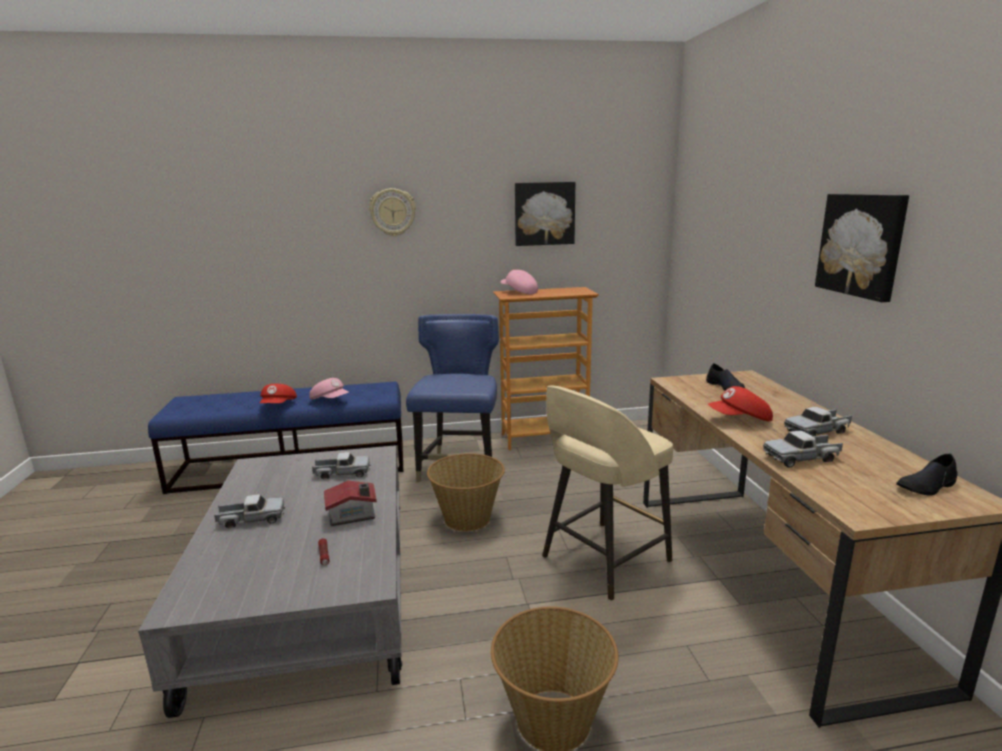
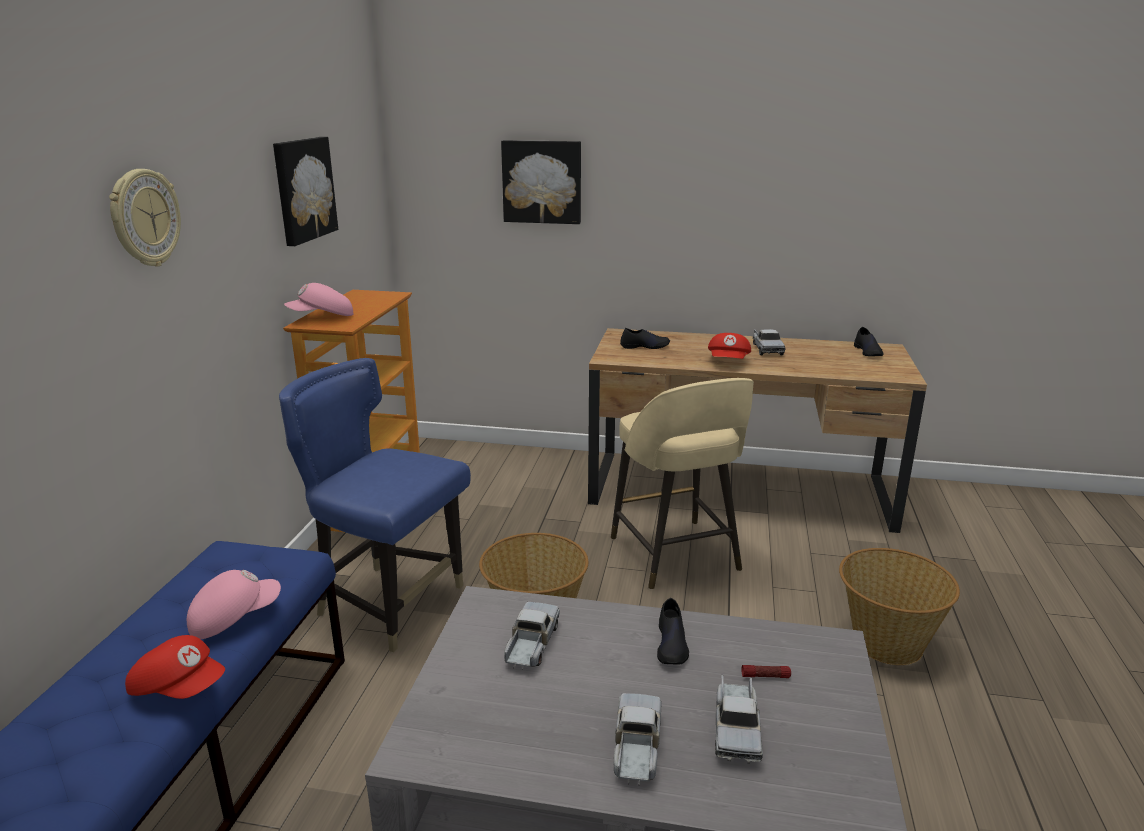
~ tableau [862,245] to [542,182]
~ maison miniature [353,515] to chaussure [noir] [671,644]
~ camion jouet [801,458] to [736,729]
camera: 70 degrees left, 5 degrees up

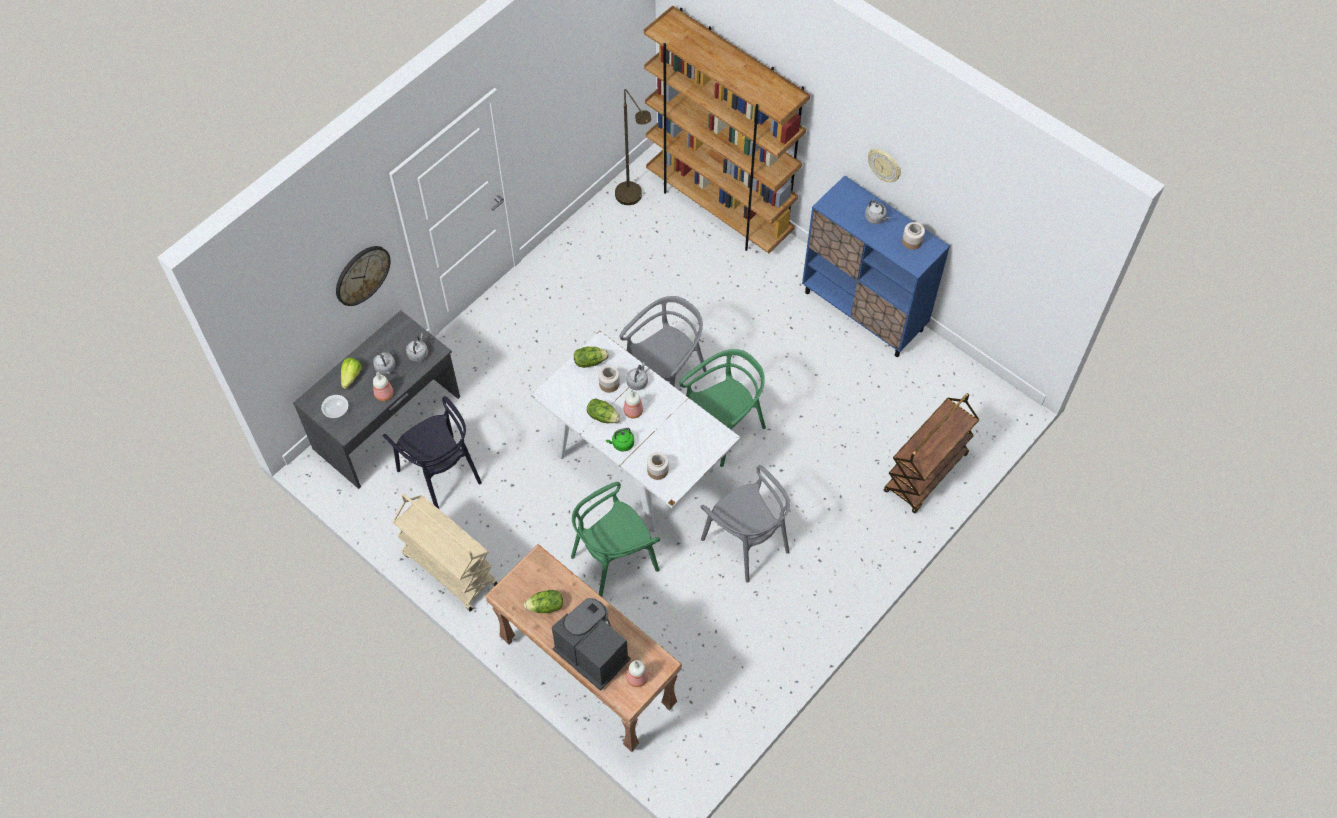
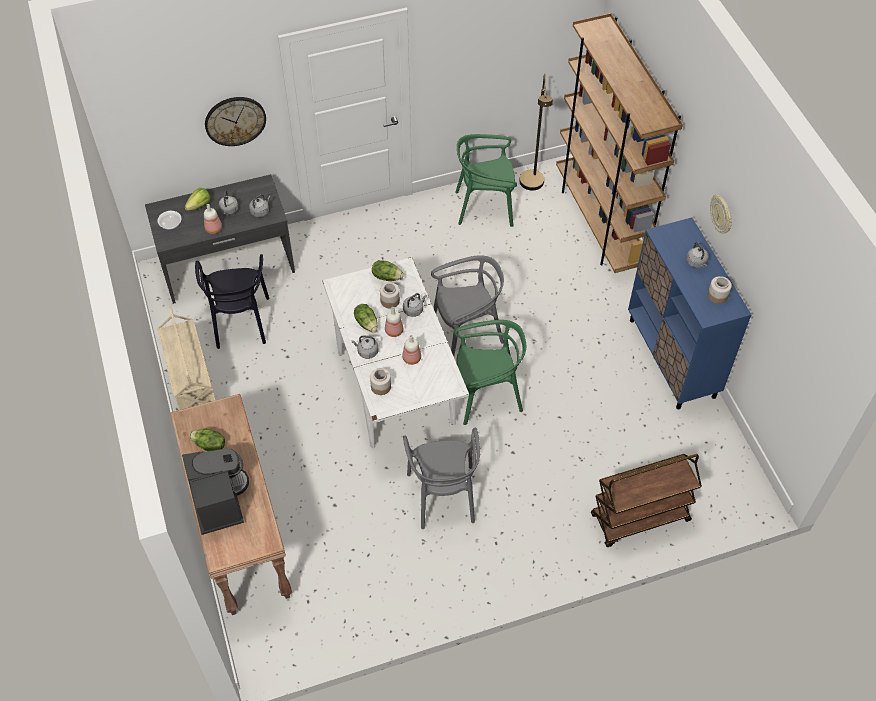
~ bouilloire [vert] [621,444] to bouilloire [gris] [366,351]
~ bouteille [636,678] to [411,358]
~ chaise [vert] [614,560] to [485,207]
camera: 30 degrees right, 5 degrees down

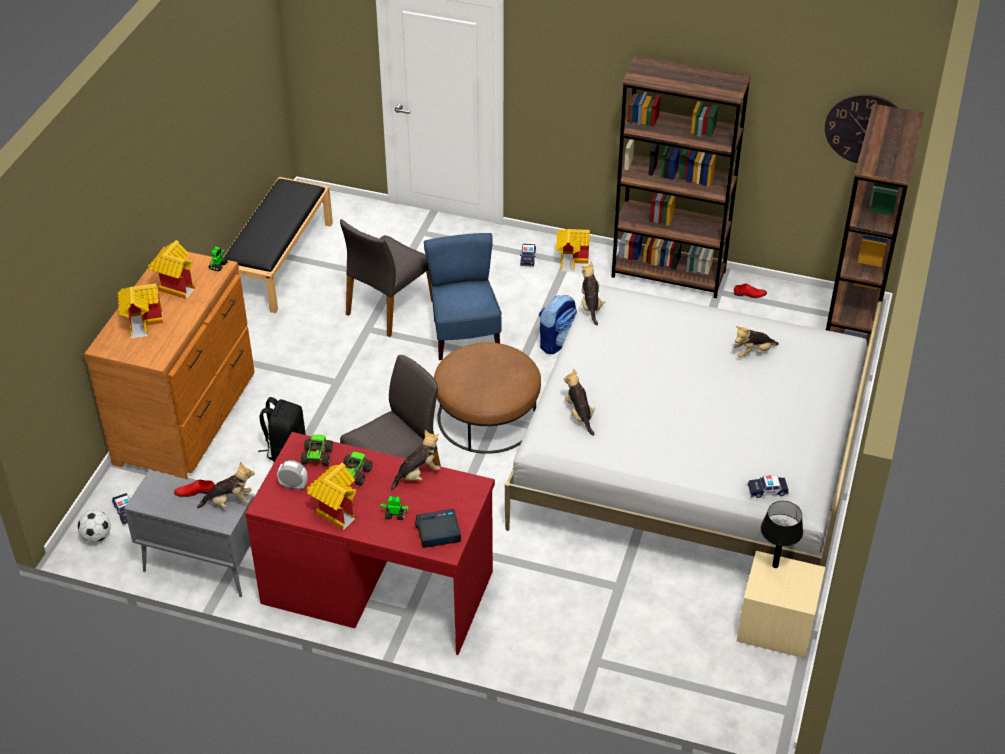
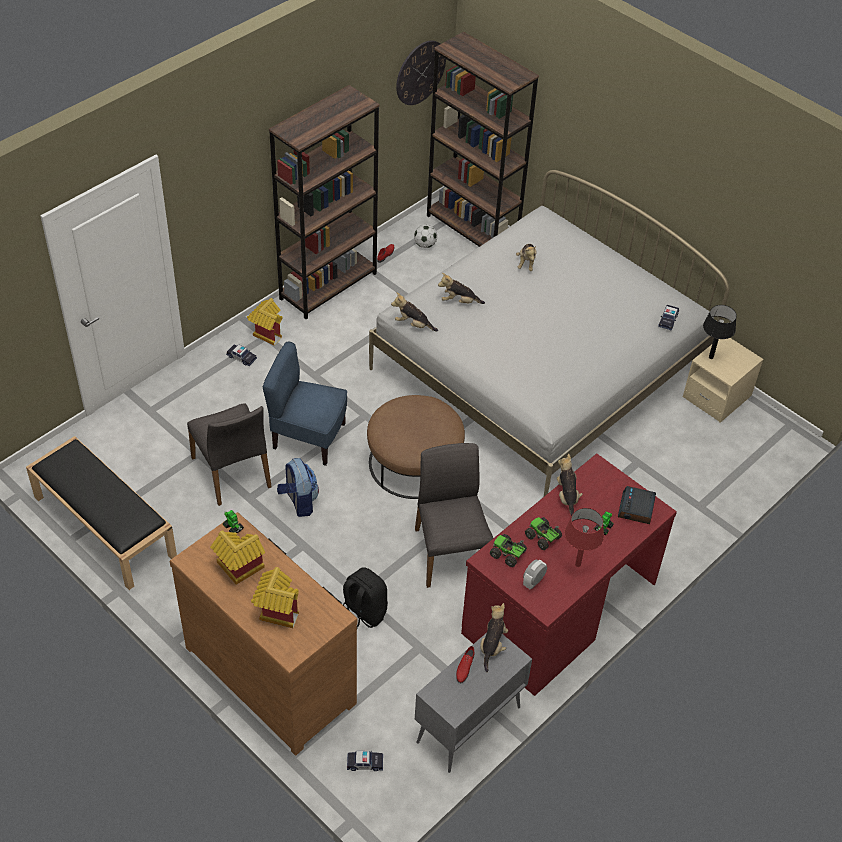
~ sac à dos [557,342] to [299,502]
~ ballon de foot [97,536] to [425,245]
~ peluche [579,415] to [459,301]
~ maison miniature [335,510] to lampe de table [rouge] [577,564]
camera: 65 degrees left, 5 degrees up

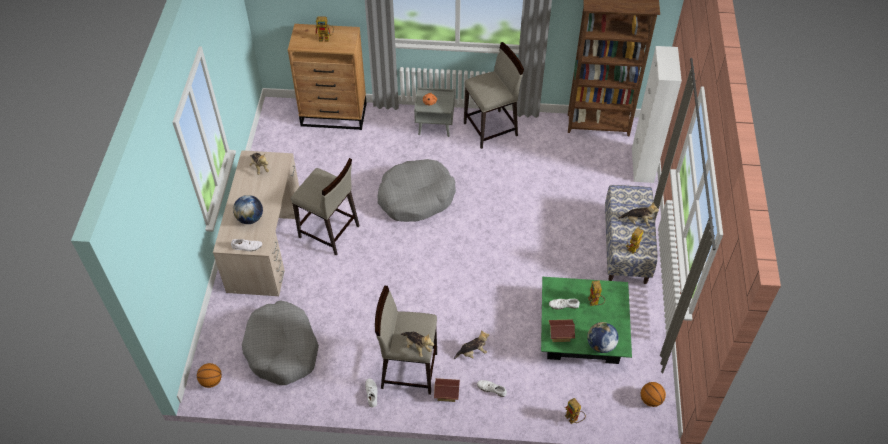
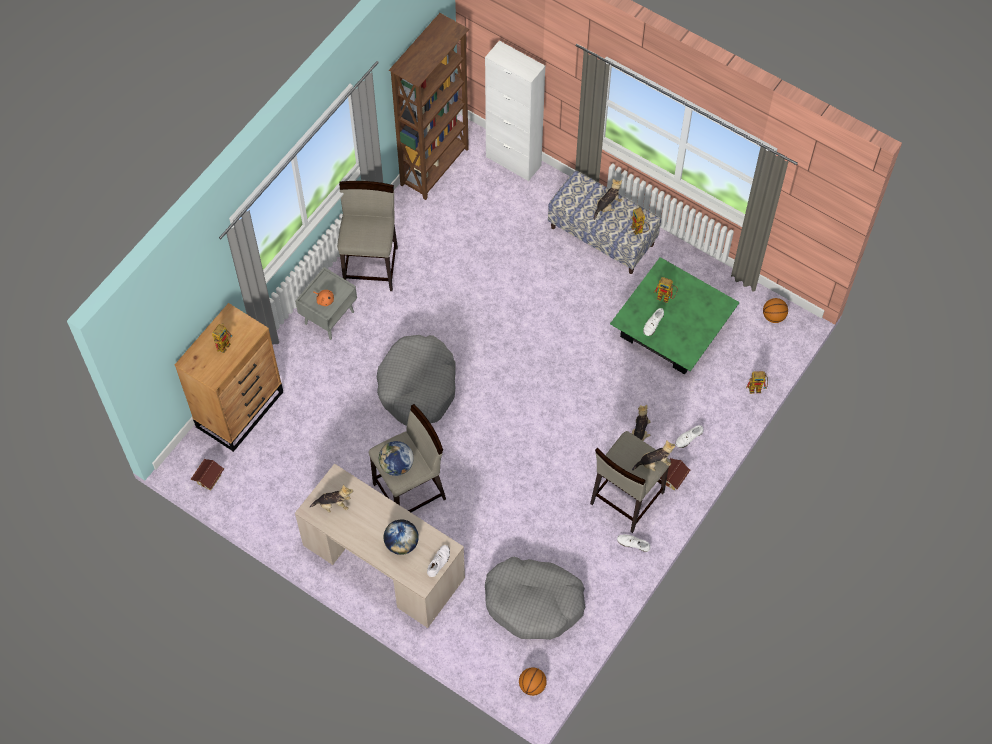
~ maison miniature [560,336] to [209,479]
~ globe [600,345] to [396,465]
camera: 60 degrees left, 10 degrees up

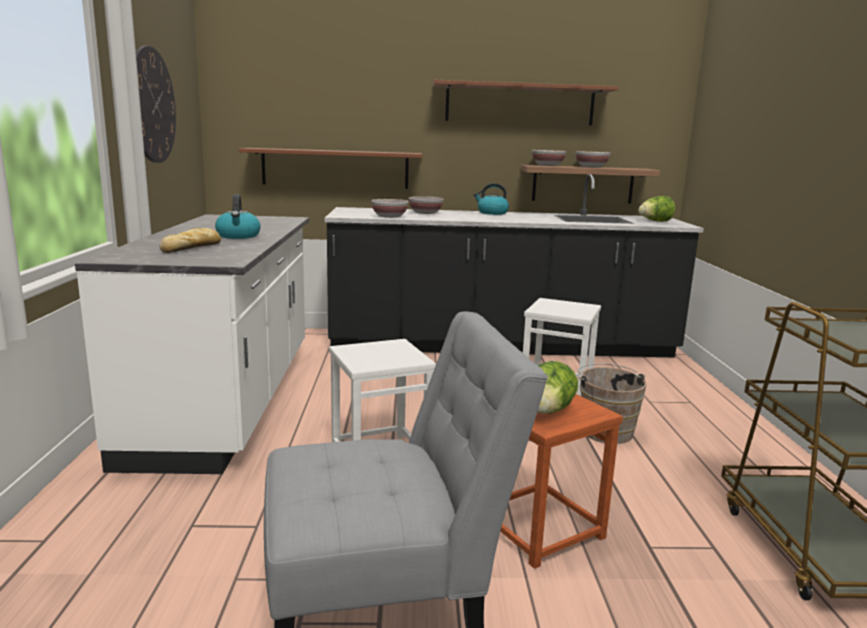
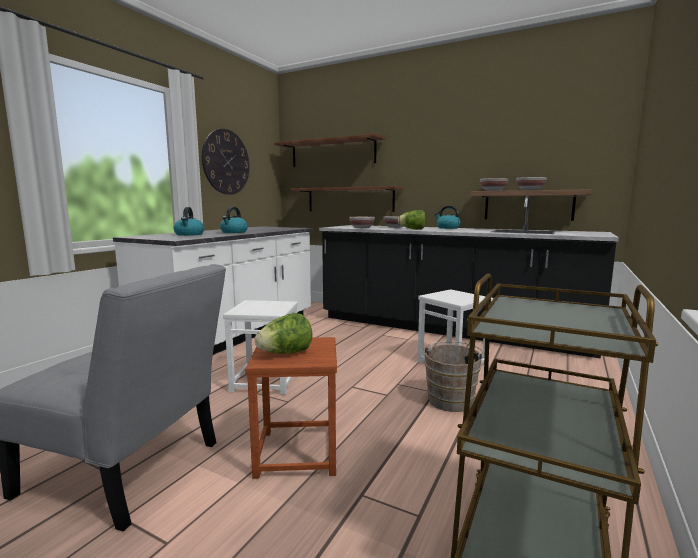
~ pain [192,247] to bouilloire [189,234]
~ étagère [marron] [519,104] to [332,153]
~ laitue [655,221] to [412,229]
camera: 30 degrees right, 5 degrees down

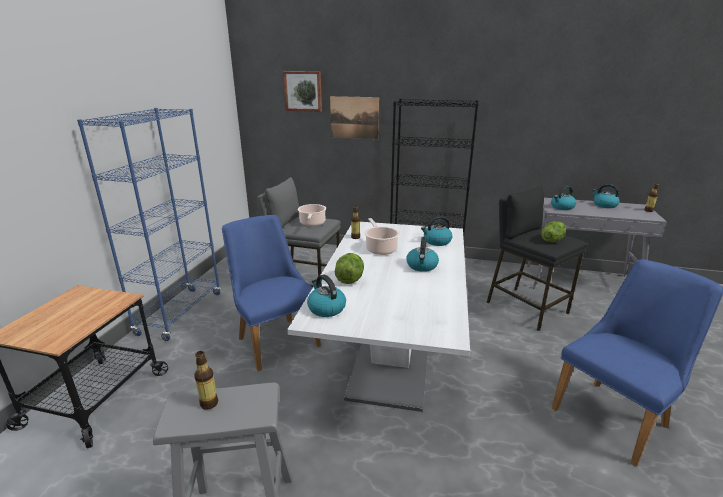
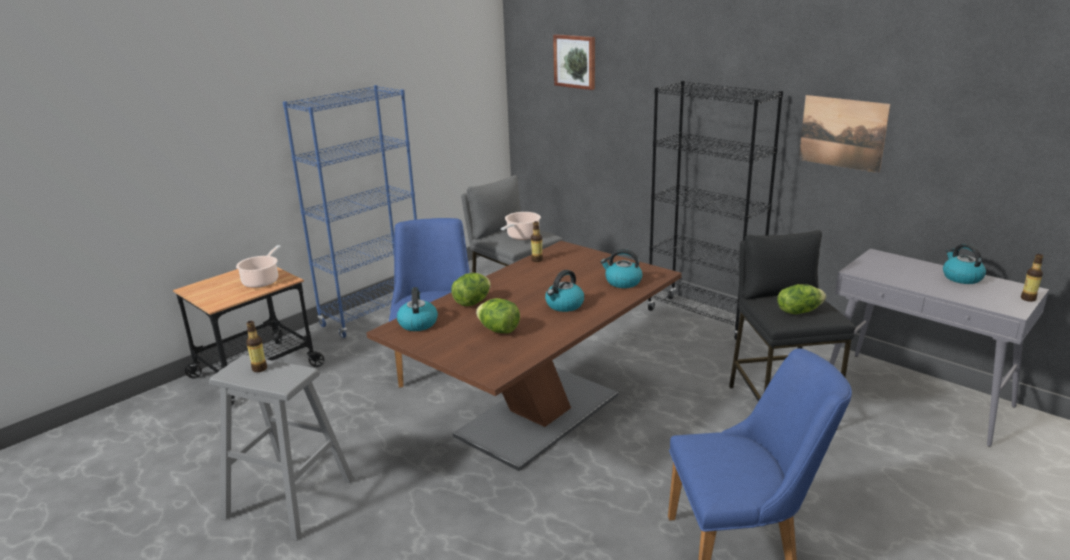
~ marmite [380,248] to [262,281]
~ table à manger [blanc] [391,360] to table à manger [marron] [538,415]
+ laitue [499,330]
~ tableau [354,117] to [842,133]
- bouilloire [562,207]
camera: 30 degrees right, 0 degrees up

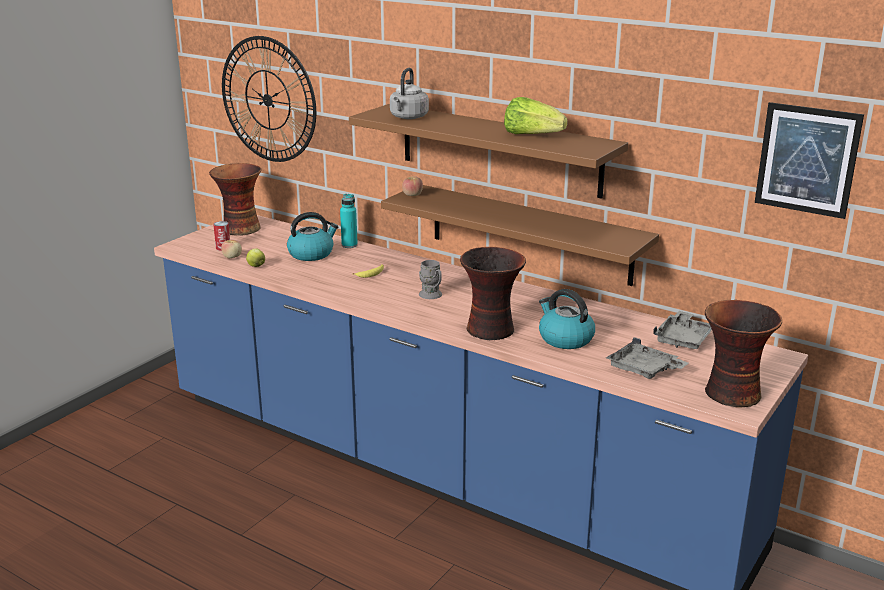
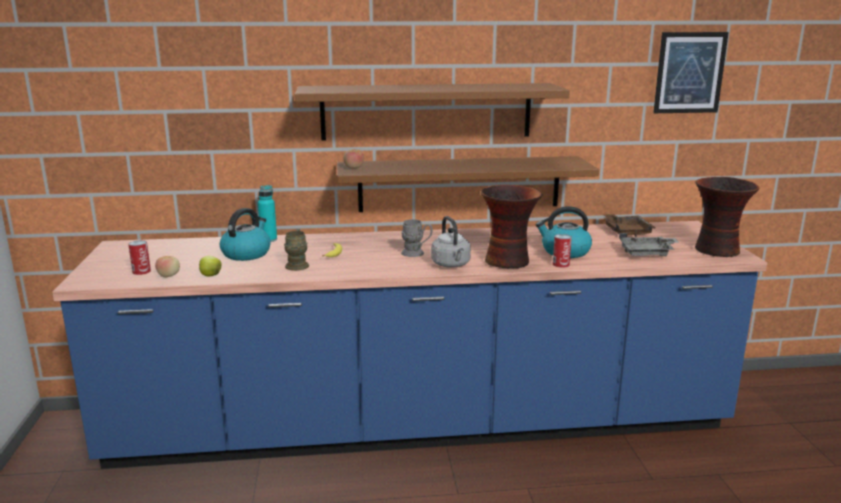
+ mug [marron] [297,264]
~ bouilloire [gris] [408,117] to [451,265]
+ boîte métallique [561,264]
~ plateau [gris] [683,339] to plateau [marron] [626,231]
- vase [240,229]
- horloge murale [268,100]
- laitue [531,135]
camera: 40 degrees left, 5 degrees down

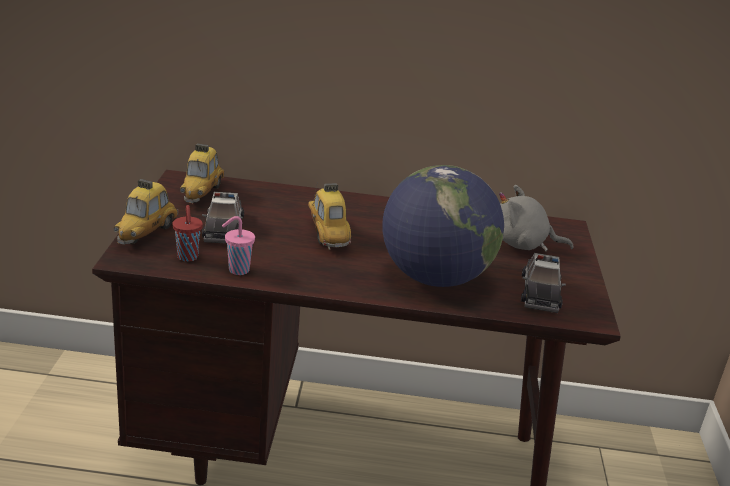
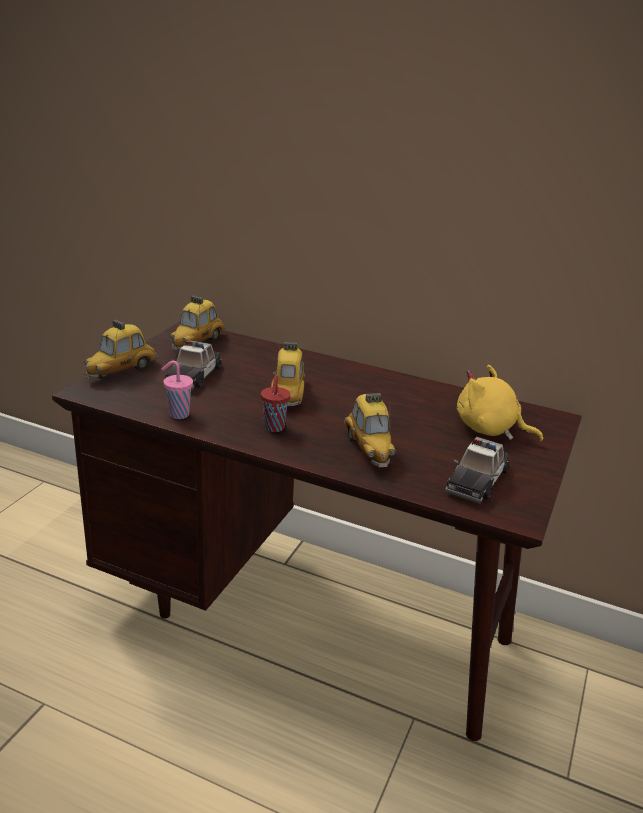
~ tasse [rouge] [187,257] to [274,428]
~ globe [434,278] to petite voiture [368,449]
~ peluche [gris] [522,244] to peluche [jaune] [490,429]
camera: 20 degrees right, 0 degrees up

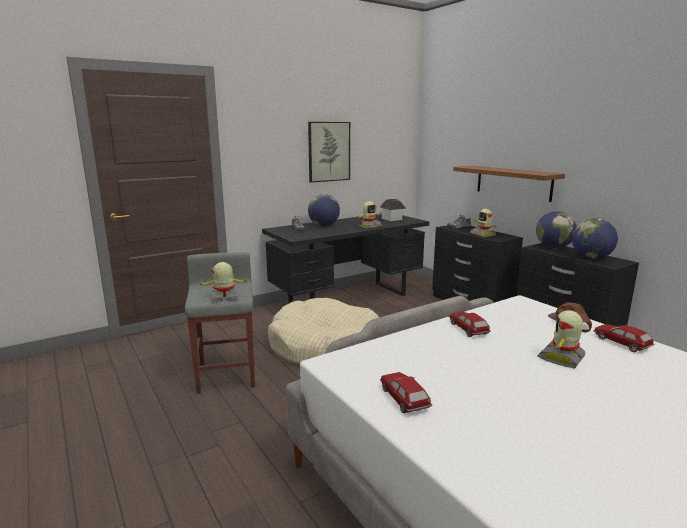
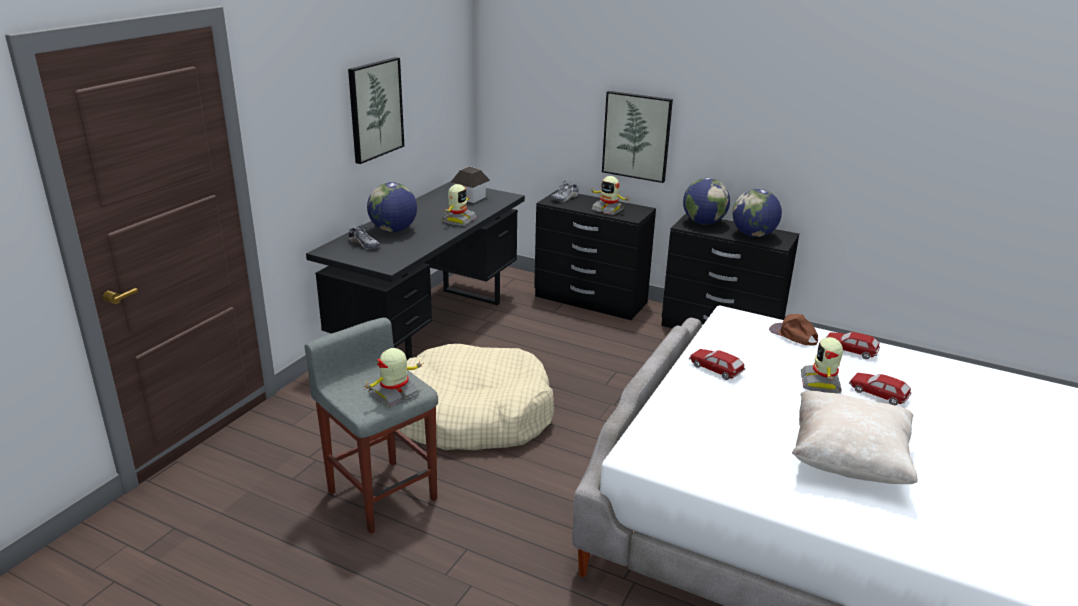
~ étagère [513,182] to tableau [637,136]
+ coussin [beige] [848,461]
~ petite voiture [404,398] to [878,394]
camera: 30 degrees left, 10 degrees up

